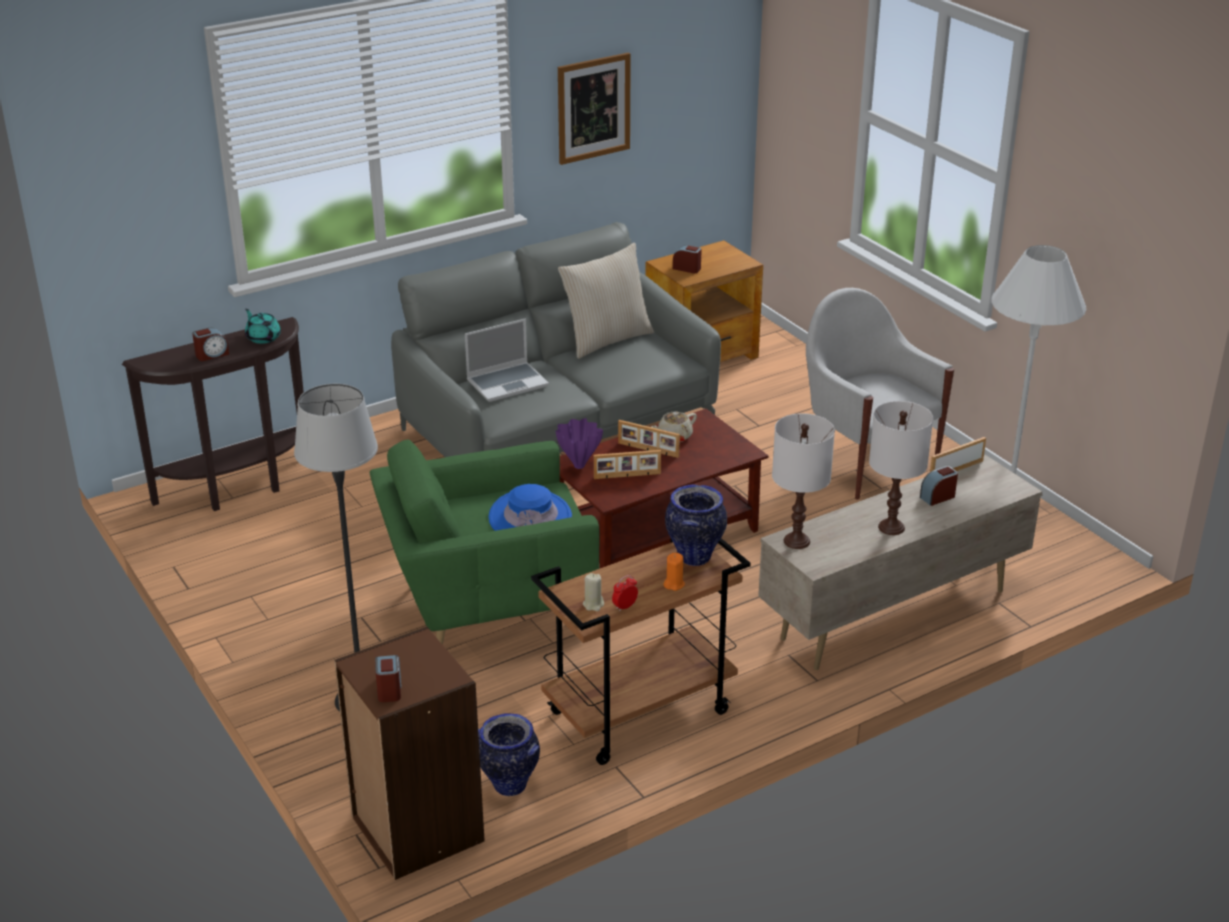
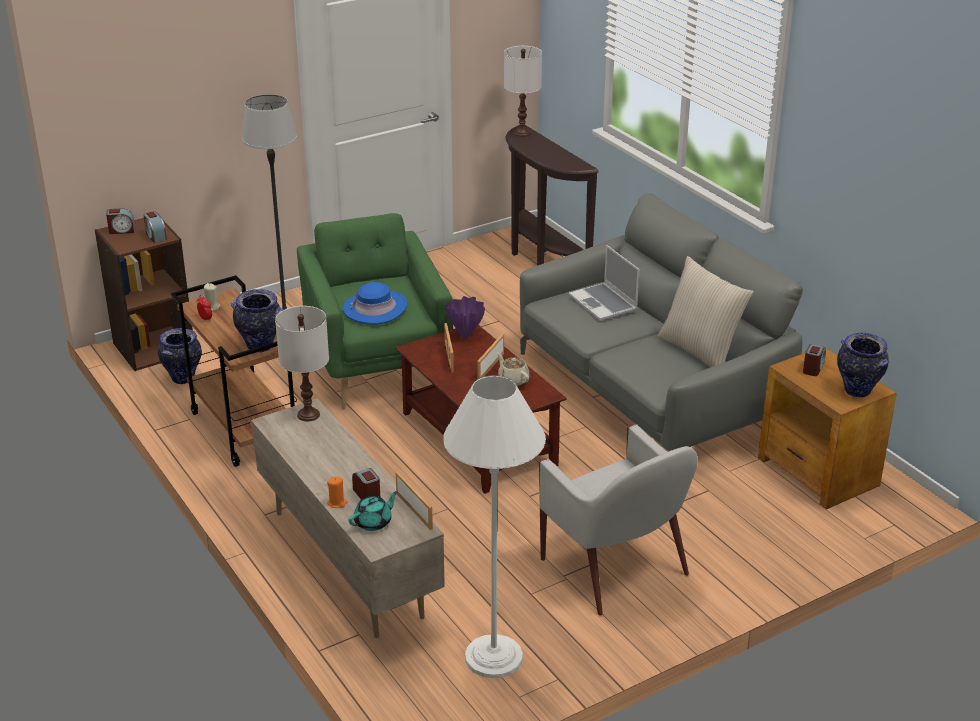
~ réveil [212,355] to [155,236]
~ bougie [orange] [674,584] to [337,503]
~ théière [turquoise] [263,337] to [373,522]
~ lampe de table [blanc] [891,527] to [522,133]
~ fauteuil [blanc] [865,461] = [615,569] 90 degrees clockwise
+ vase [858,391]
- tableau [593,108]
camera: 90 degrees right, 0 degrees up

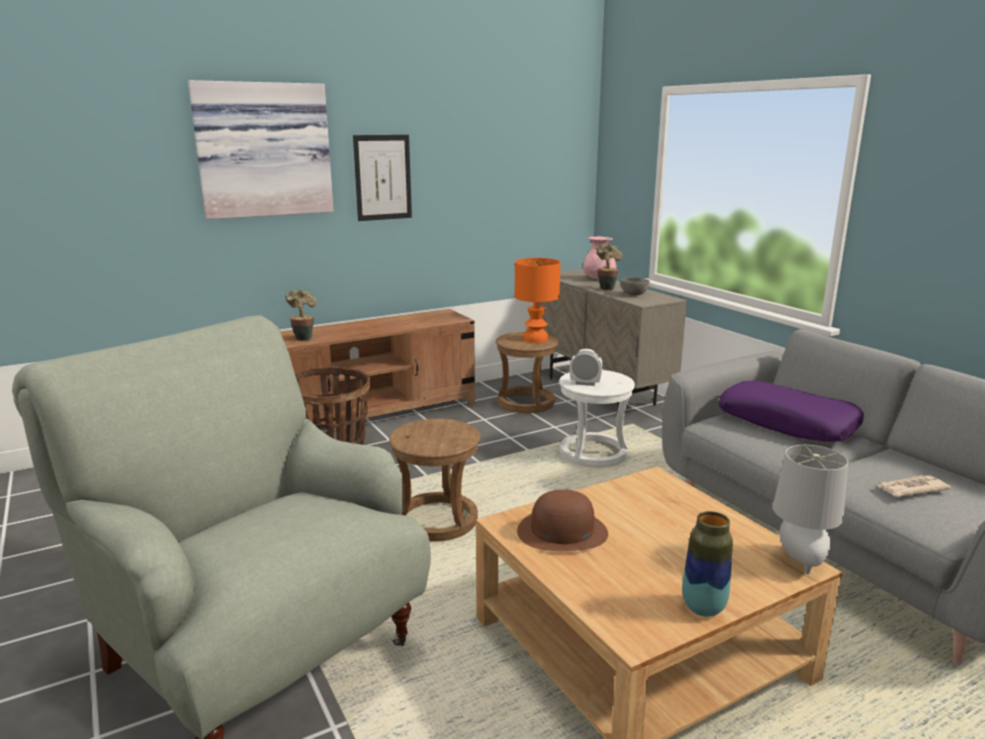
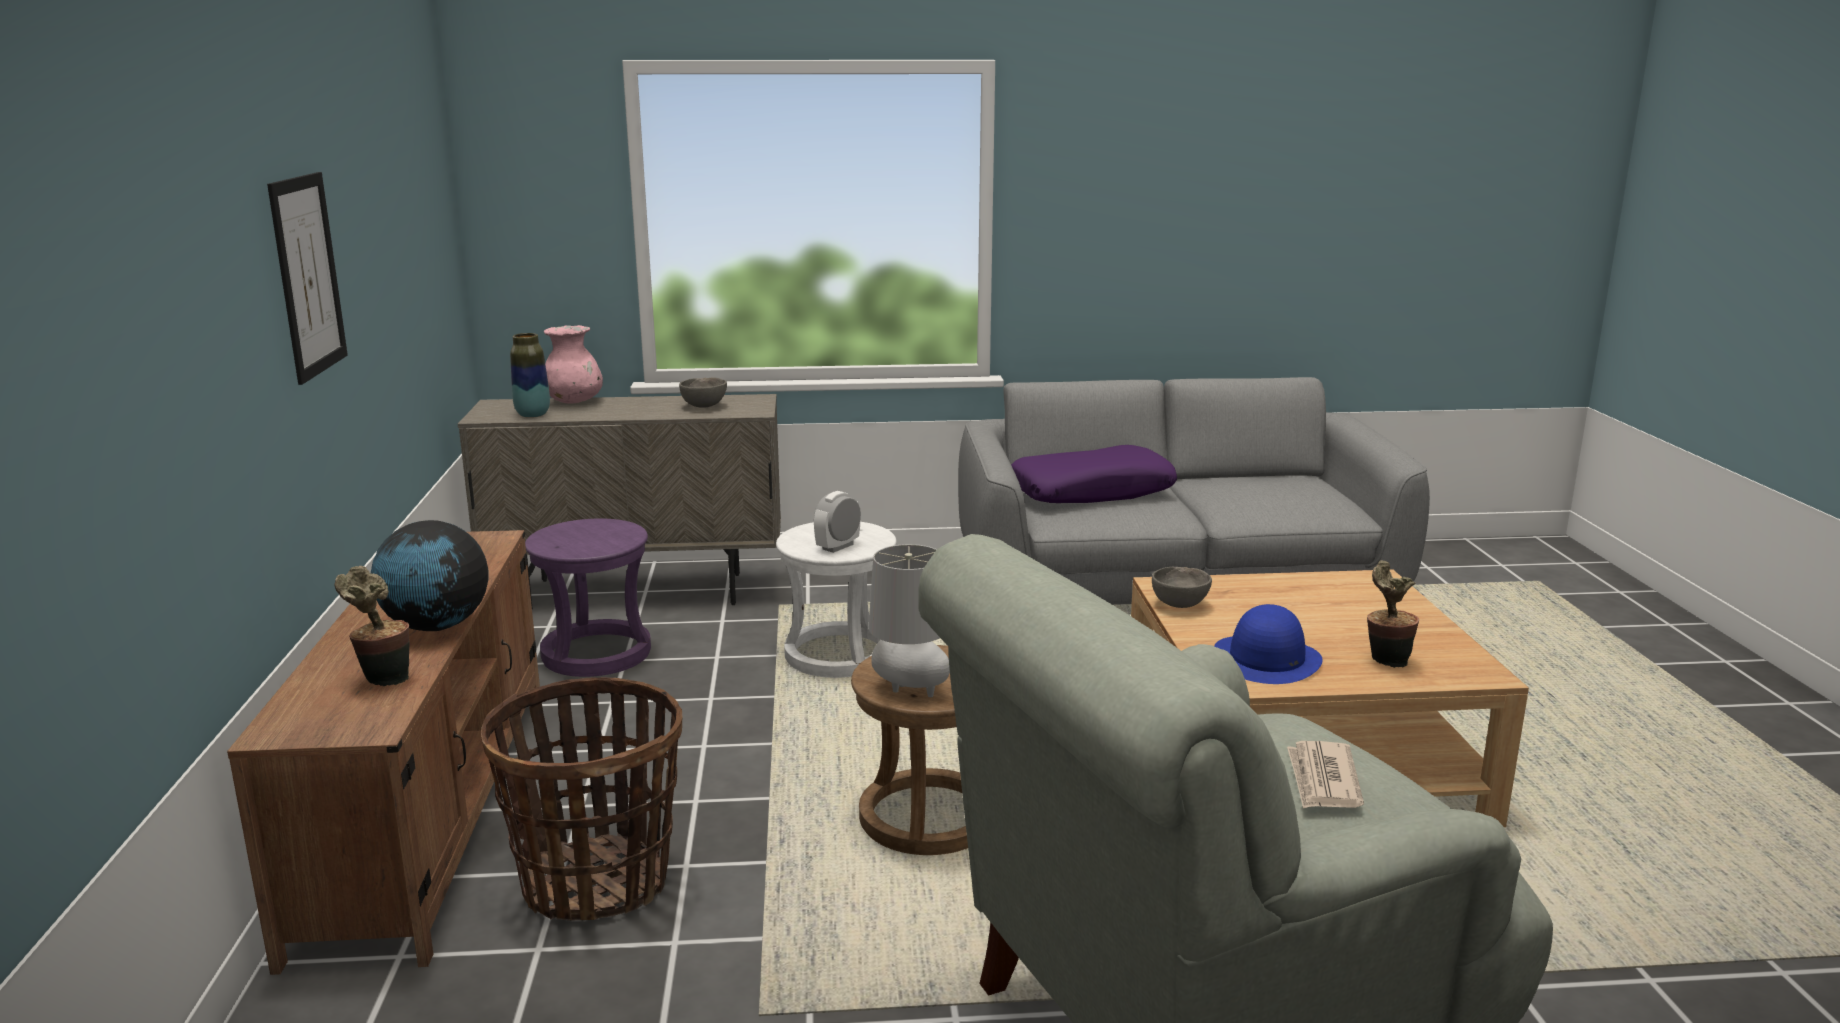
+ globe [436,627]
~ vase [703,608] to [532,415]
~ tabouret [marron] [526,402] to tabouret [violet] [596,653]
~ lampe de table [gris] [799,561] to [908,691]
+ bol [gris] [1180,605]
~ chapeau [marron] [562,531] to chapeau [bleu] [1267,659]
~ journal [910,488] to [1323,780]
~ plante en pot [606,288] to [1385,661]
- tableau [263,150]
- lampe de table [orange] [536,339]
camera: 65 degrees left, 0 degrees up

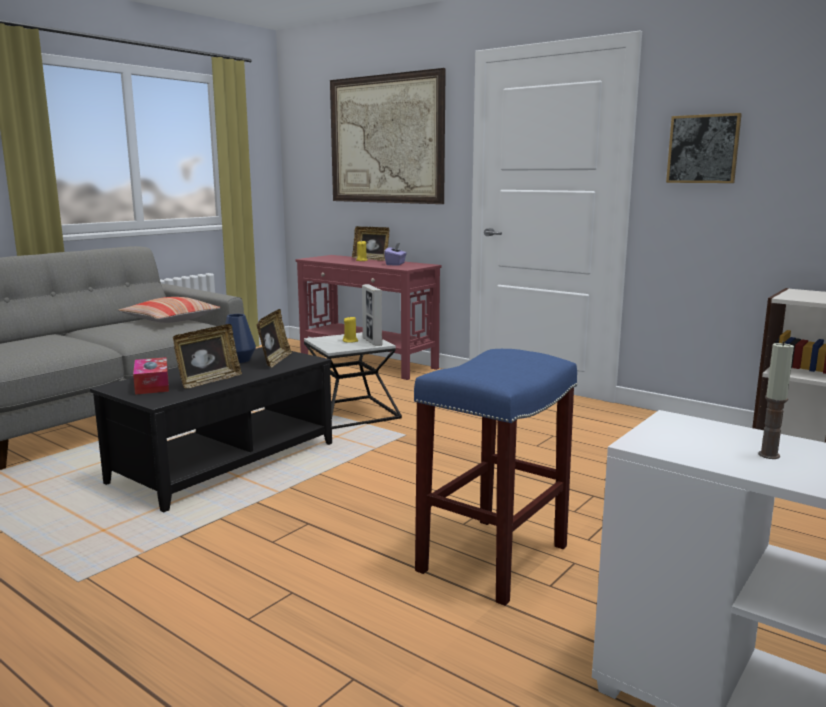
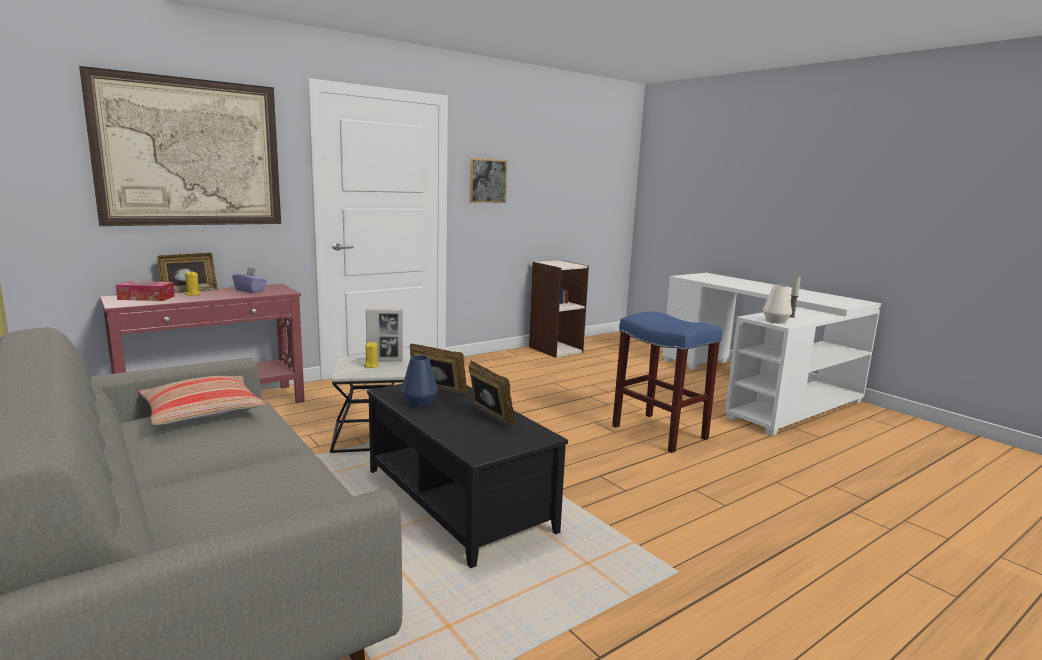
~ boîte à mouchoirs [152,384] to [146,298]
+ vase [blanc] [776,321]
camera: 75 degrees left, 0 degrees up

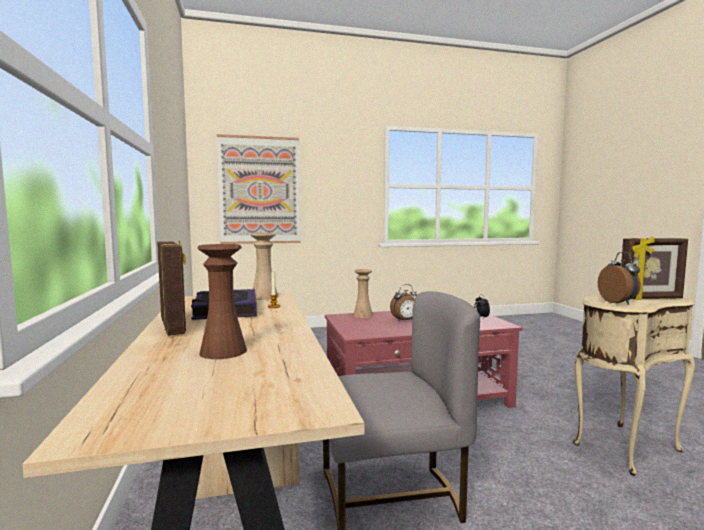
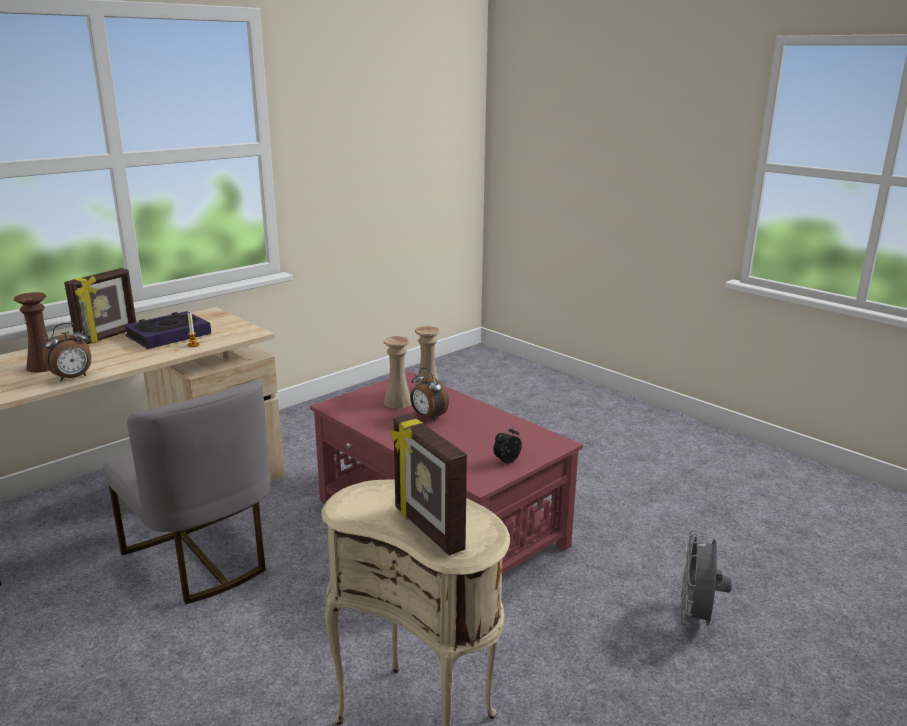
~ réveil [619,302] to [73,378]
~ vase [beige] [264,297] to [397,402]
+ ventilateur [gris] [696,619]
- tableau [259,190]
camera: 60 degrees right, 15 degrees up

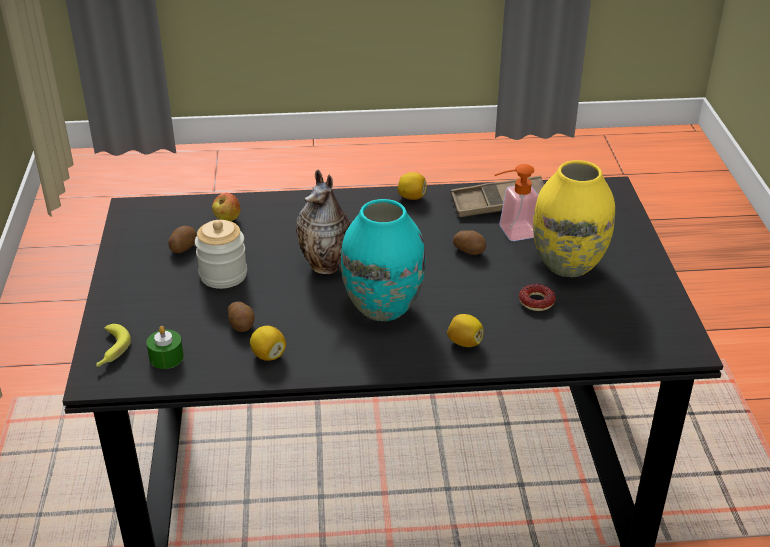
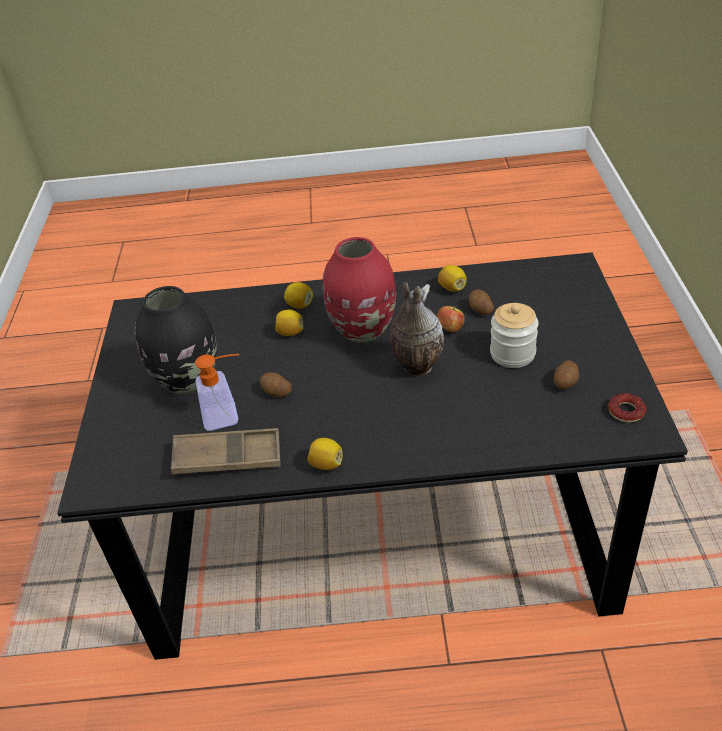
~ vase [jaune] [567,264] to vase [noir] [188,380]
+ citron [290,332]
~ vase [turquoise] [382,307] to vase [rouge] [364,330]
~ pomme [227,219] to [450,329]
~ beignet [536,301] to [626,411]
- banane [110,351]
- bougie [vert] [166,357]
camera: 175 degrees left, 5 degrees up

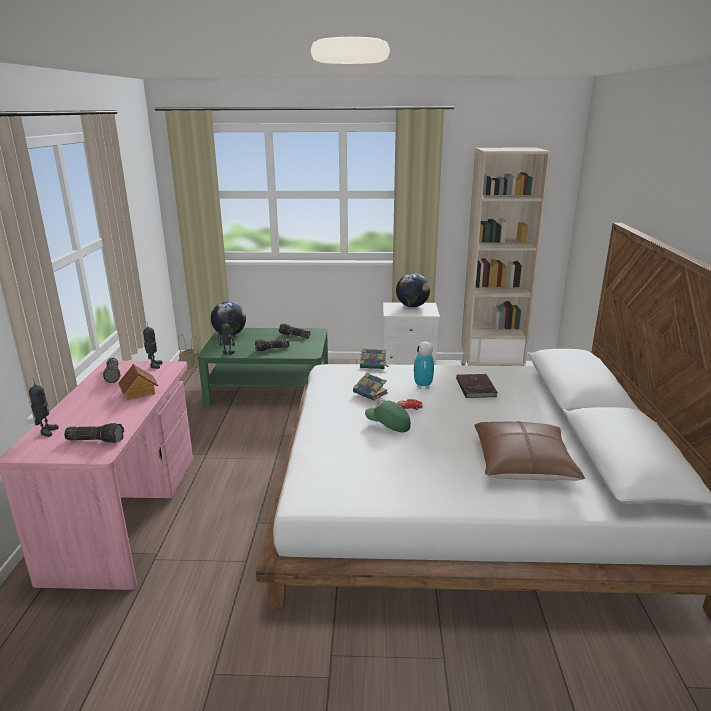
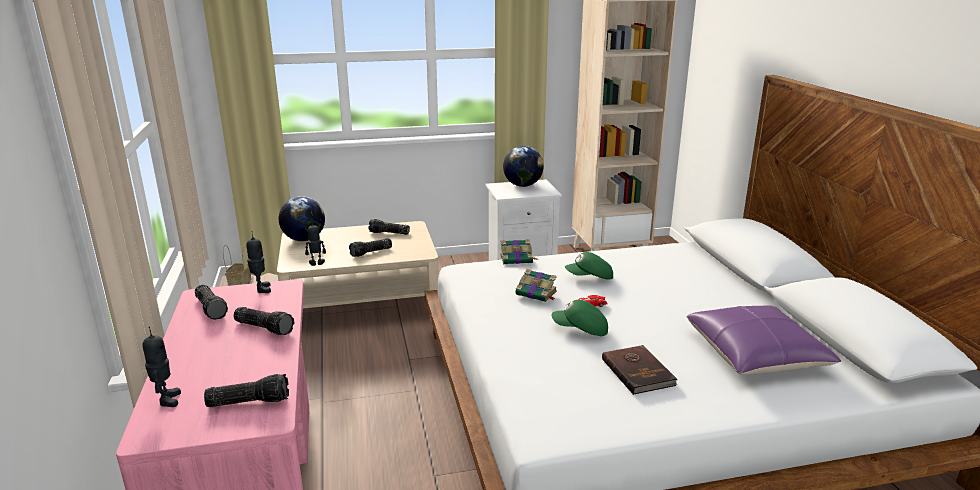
~ maison miniature [139,392] to lampe de poche [265,327]
~ table basse [vert] [268,389] to table basse [beige] [361,303]
~ robot jouet [423,386] to casquette [vert] [589,278]
~ livre [marron] [476,387] to [638,371]
~ coussin [marron] [523,463] to coussin [violet] [756,354]
camera: 15 degrees left, 0 degrees up

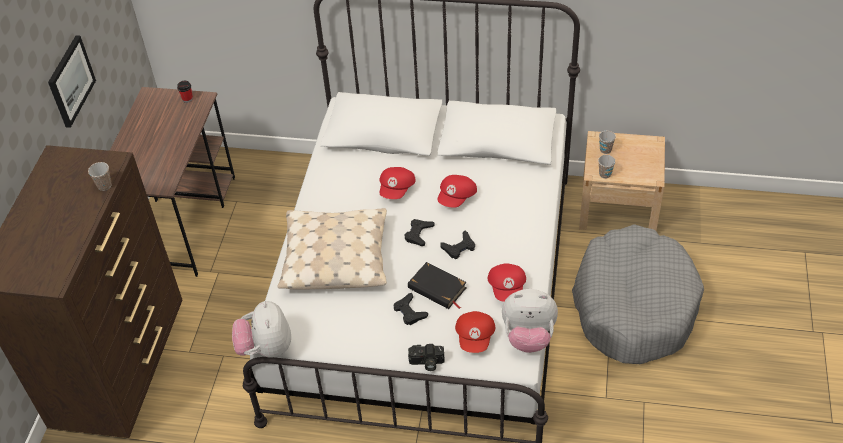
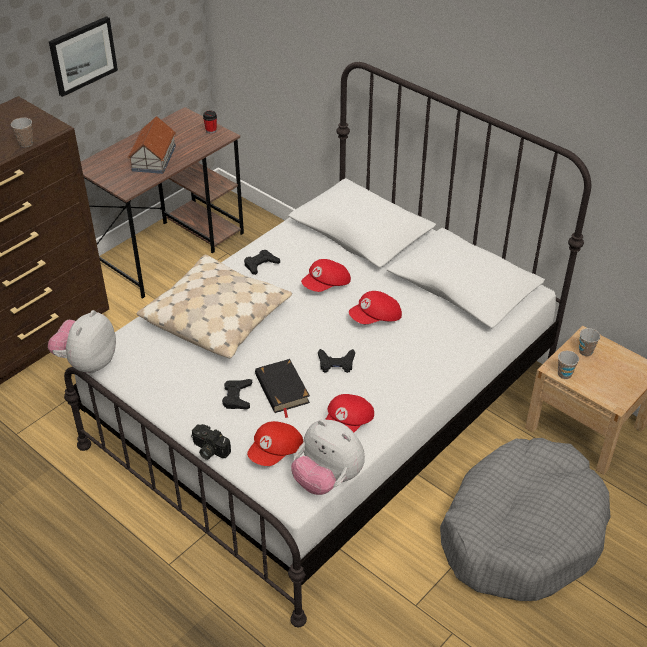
+ maison miniature [154,158]
~ manette [noir] [418,234] to [261,264]
camera: 30 degrees right, 5 degrees down

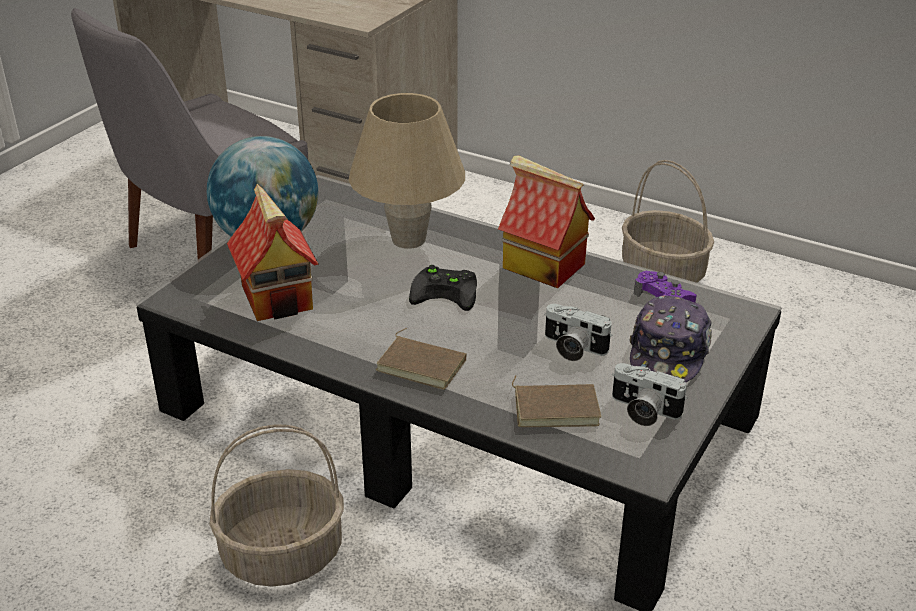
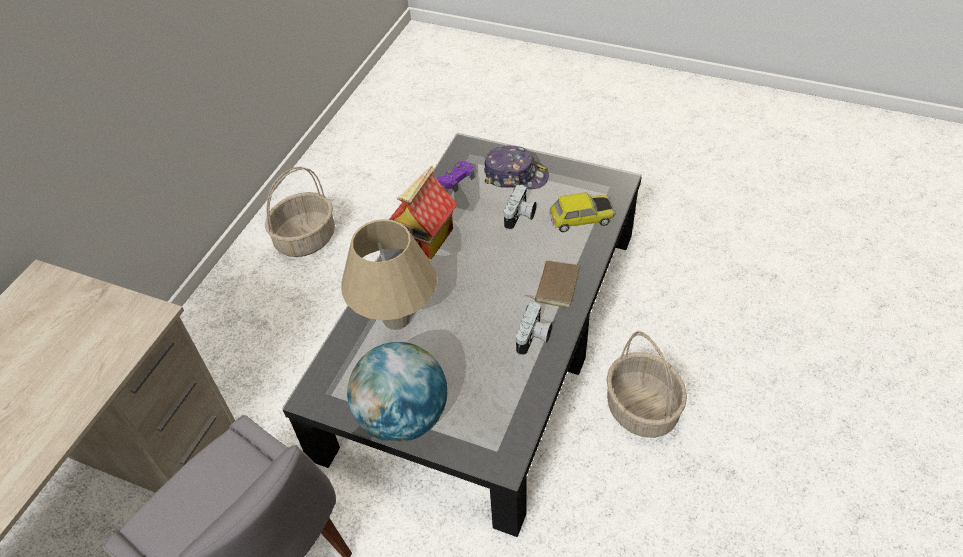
~ appareil photo [643,411] to [534,338]
~ livre [marron] [556,407] to petite voiture [580,219]
- maison miniature [278,298]
- manette [noir] [447,292]
camera: 95 degrees left, 15 degrees up

